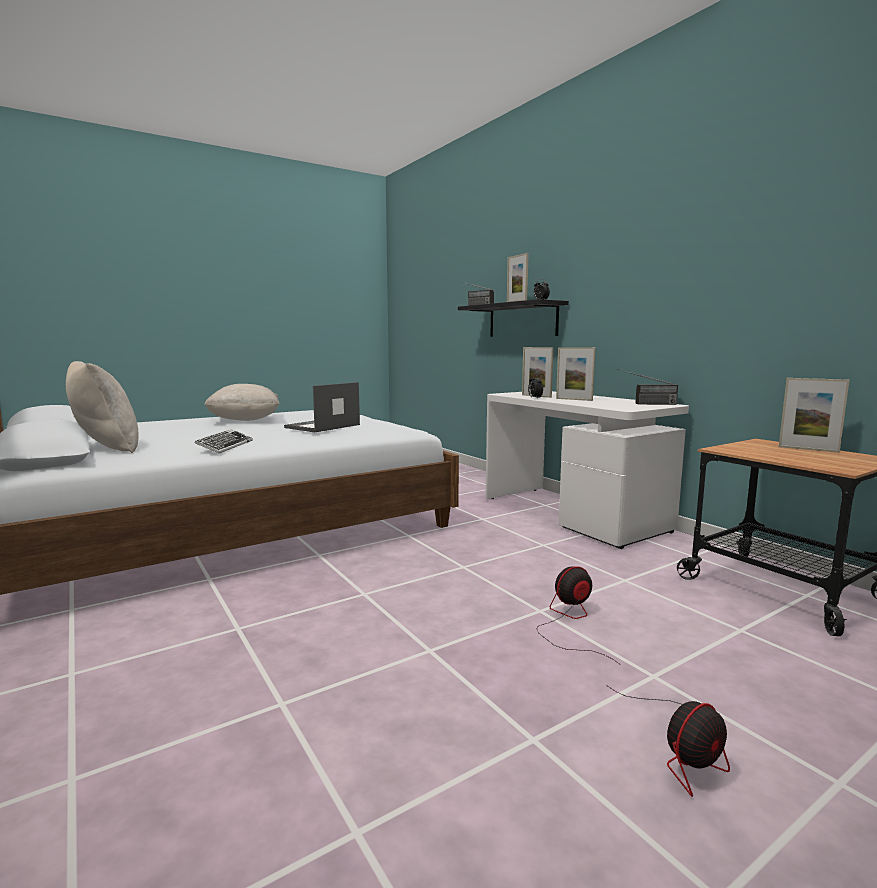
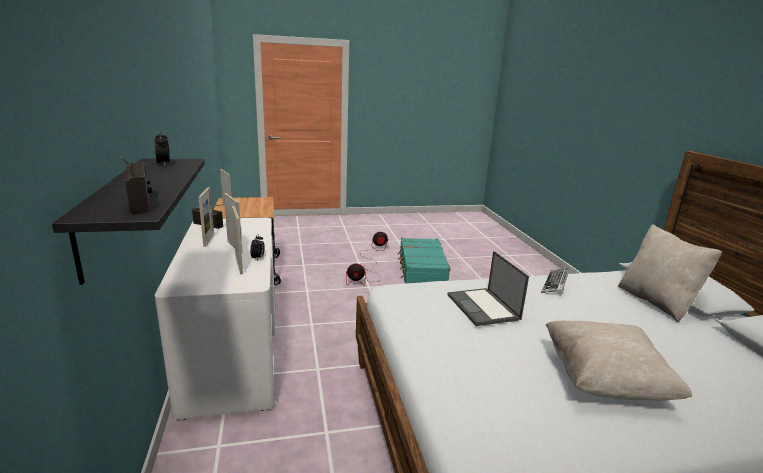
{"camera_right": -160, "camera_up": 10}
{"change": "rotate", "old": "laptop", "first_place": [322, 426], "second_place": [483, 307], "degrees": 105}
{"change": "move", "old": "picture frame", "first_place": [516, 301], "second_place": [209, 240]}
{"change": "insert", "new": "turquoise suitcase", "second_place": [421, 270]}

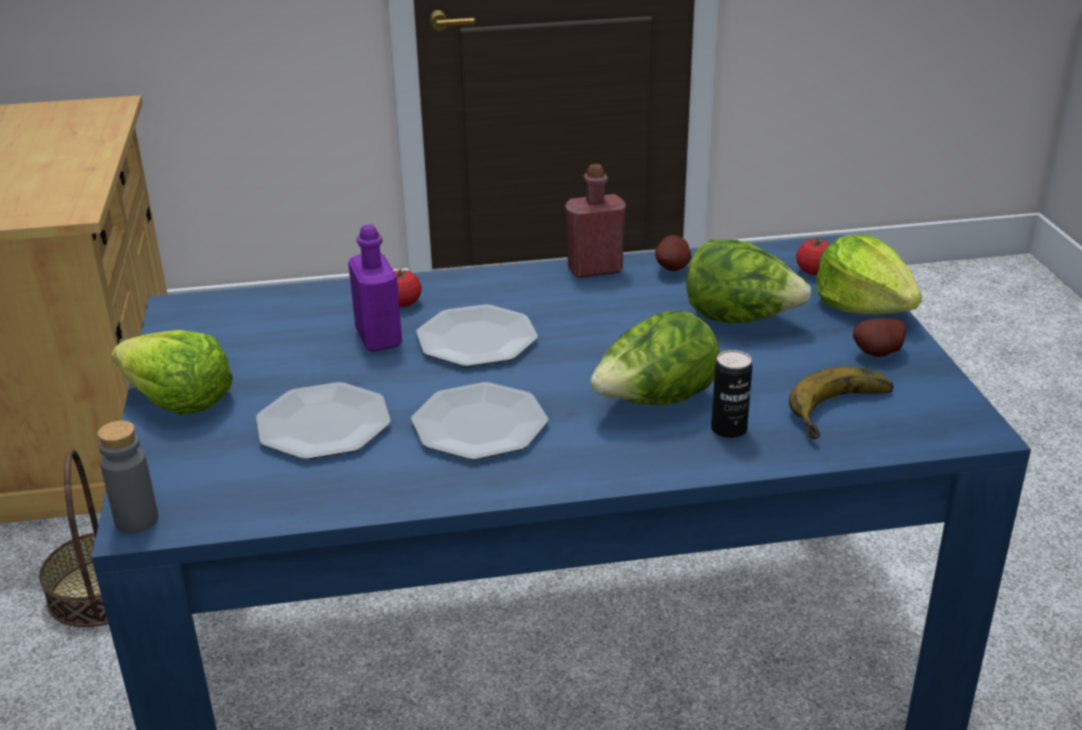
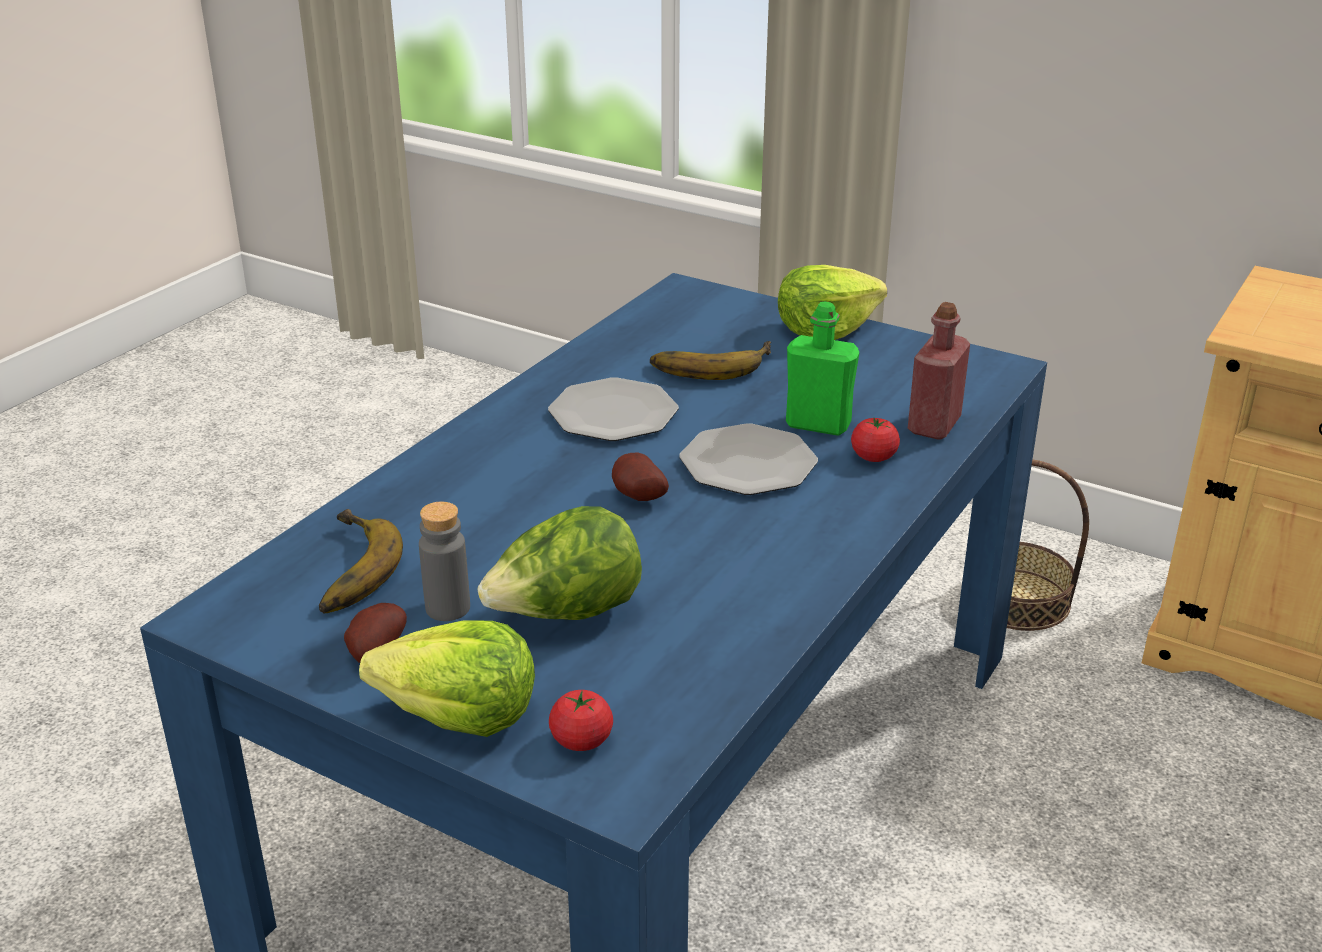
{"camera_right": 130, "camera_up": 0}
{"change": "move", "old": "gray beverage bottle", "first_place": [137, 520], "second_place": [448, 608]}
{"change": "replace", "old": "plate", "new": "whole banana", "first_place": [324, 424], "second_place": [710, 364]}
{"change": "recolor", "old": "purple-coloured beverage bottle", "new": "green-coloured beverage bottle", "first_place": [378, 338], "second_place": [818, 424]}
{"change": "move", "old": "red beverage bottle", "first_place": [595, 269], "second_place": [934, 425]}
{"change": "delete", "old": "lettuce", "first_place": [655, 402]}
{"change": "move", "old": "whole potato", "first_place": [673, 269], "second_place": [637, 497]}
{"change": "delete", "old": "sealed can", "first_place": [728, 429]}

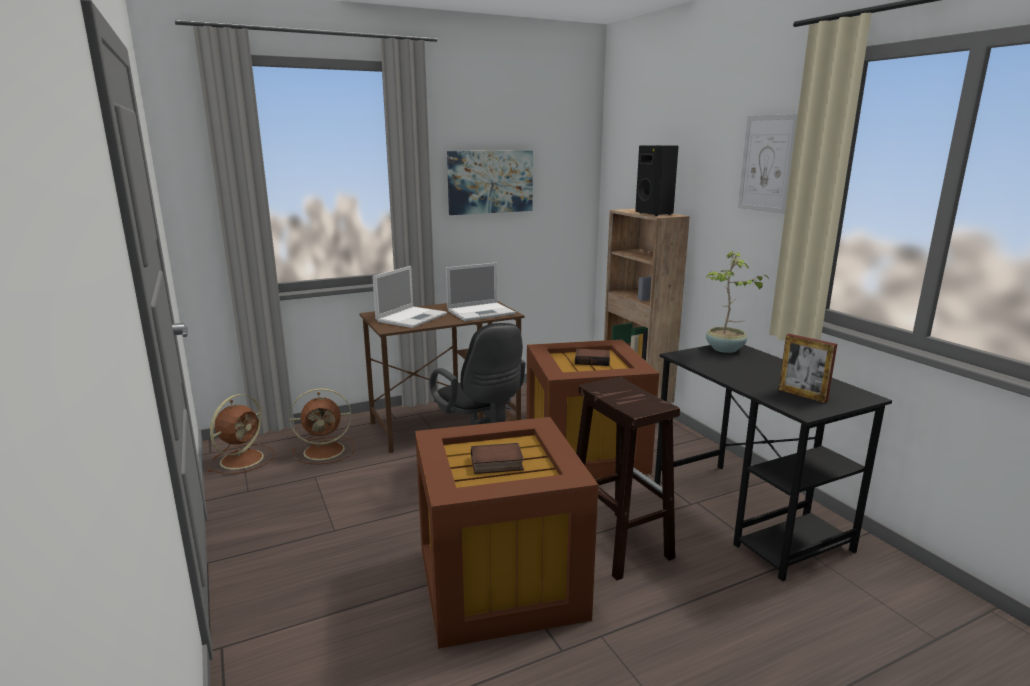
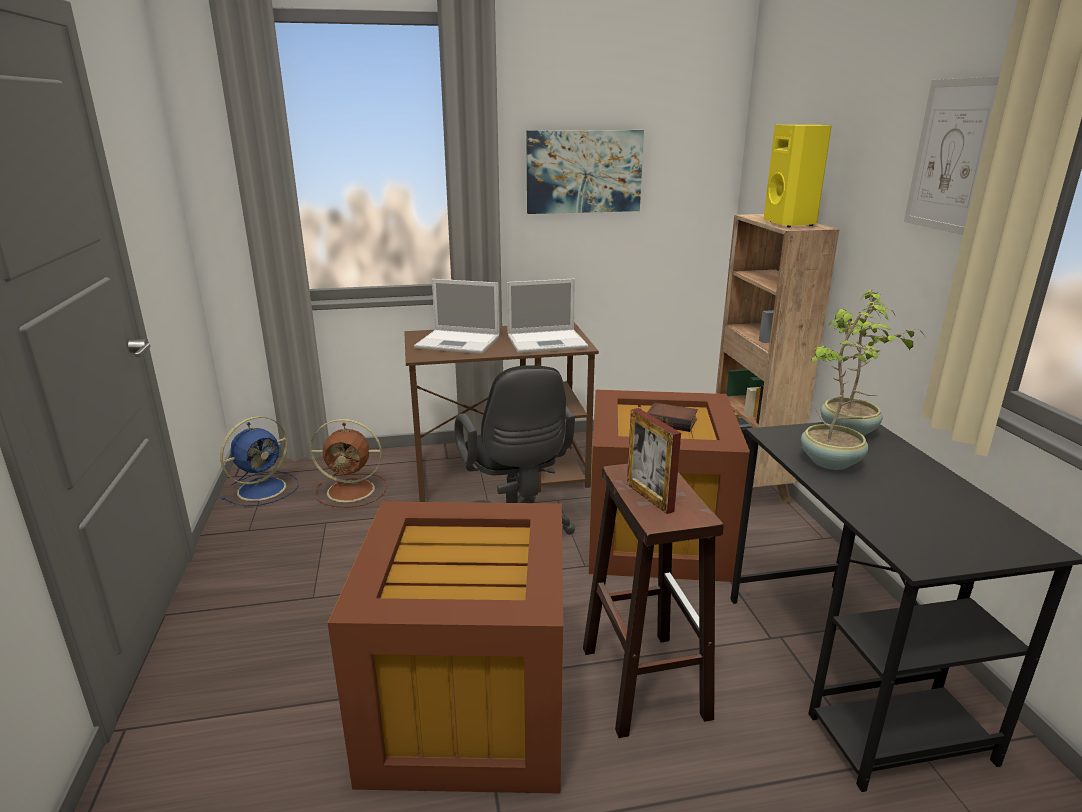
{"camera_right": 15, "camera_up": 5}
{"change": "recolor", "old": "brown-coloured cooling fan", "new": "blue cooling fan", "first_place": [243, 458], "second_place": [264, 488]}
{"change": "rotate", "old": "laptop", "first_place": [412, 317], "second_place": [460, 342], "degrees": 60}
{"change": "delete", "old": "book", "first_place": [496, 464]}
{"change": "recolor", "old": "black-coloured loudspeaker", "new": "yellow loudspeaker", "first_place": [655, 214], "second_place": [791, 224]}
{"change": "move", "old": "picture frame", "first_place": [802, 395], "second_place": [649, 497]}
{"change": "insert", "new": "houseplant", "second_place": [832, 462]}

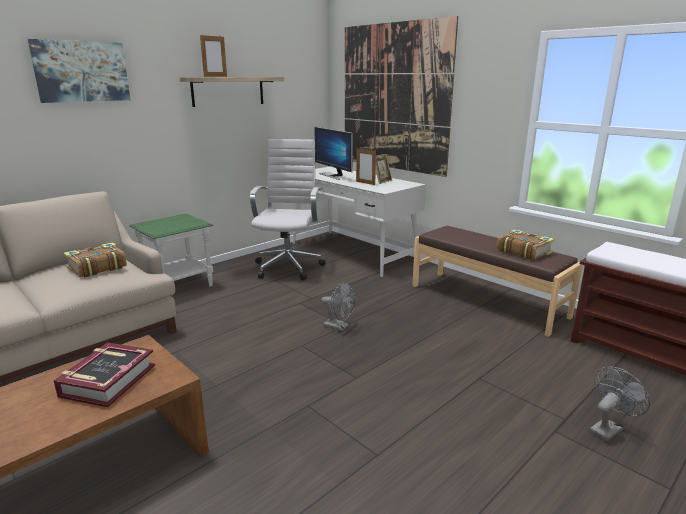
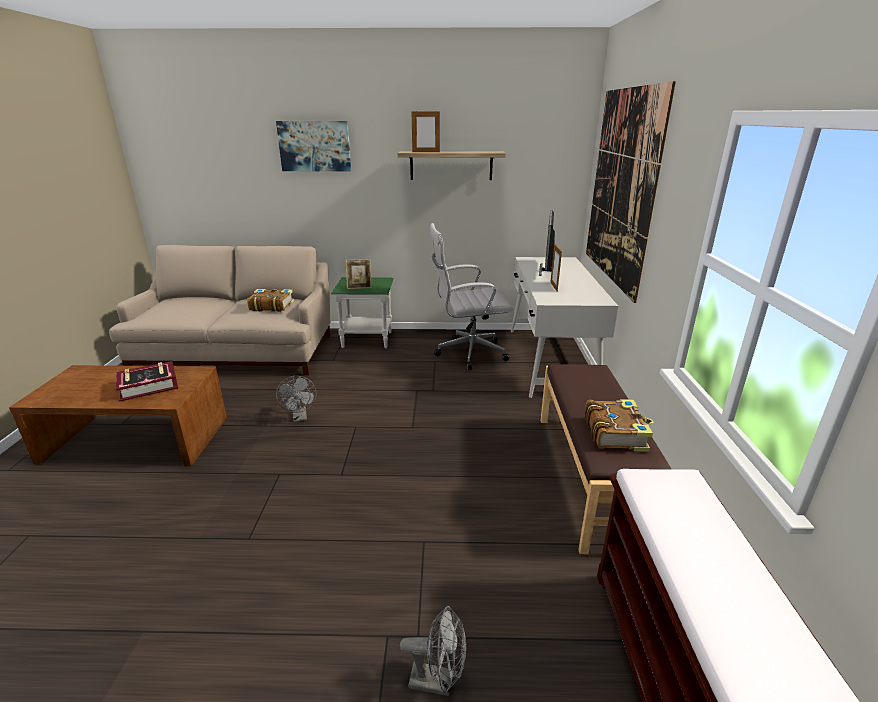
{"camera_right": 45, "camera_up": 5}
{"change": "rotate", "old": "white-coloured office chair", "first_place": [289, 266], "second_place": [468, 353], "degrees": -150}
{"change": "move", "old": "gray cooling fan", "first_place": [339, 327], "second_place": [300, 417]}
{"change": "move", "old": "picture frame", "first_place": [382, 182], "second_place": [359, 287]}

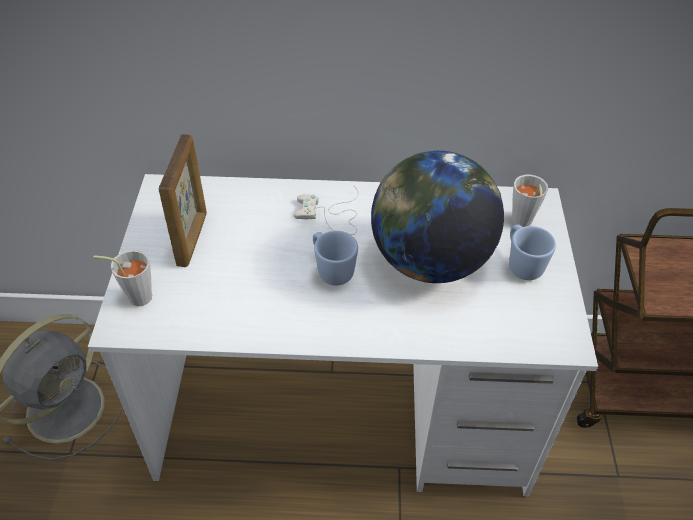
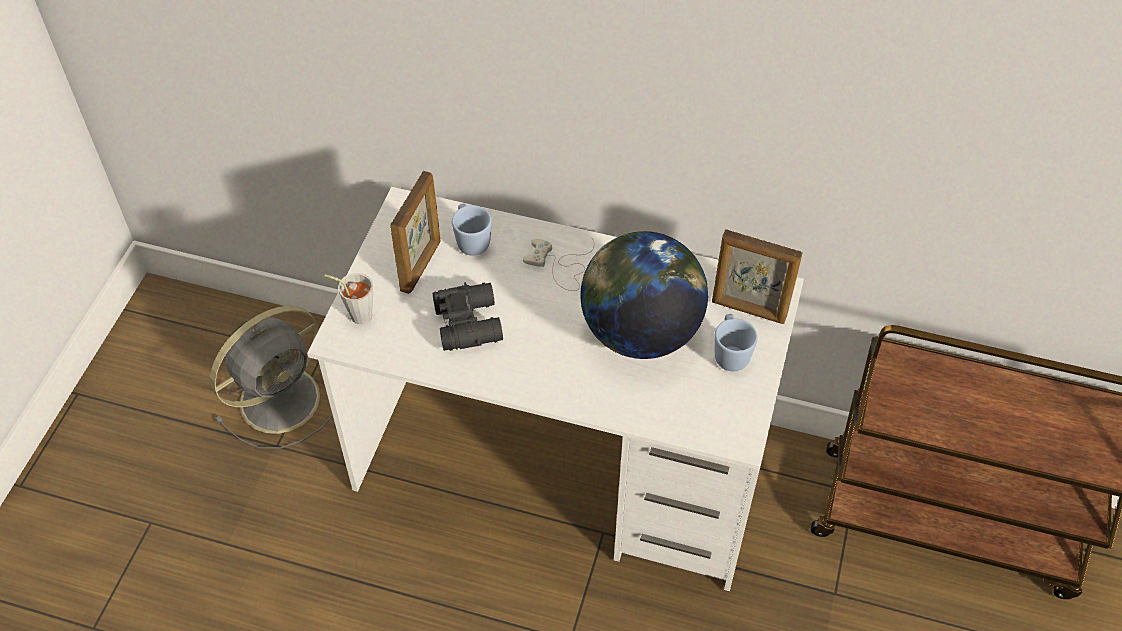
{"camera_right": 15, "camera_up": 5}
{"change": "move", "old": "blue tea mug", "first_place": [331, 270], "second_place": [471, 240]}
{"change": "replace", "old": "gray cup", "new": "picture frame", "first_place": [522, 223], "second_place": [748, 310]}
{"change": "insert", "new": "black-coloured binoculars", "second_place": [469, 322]}

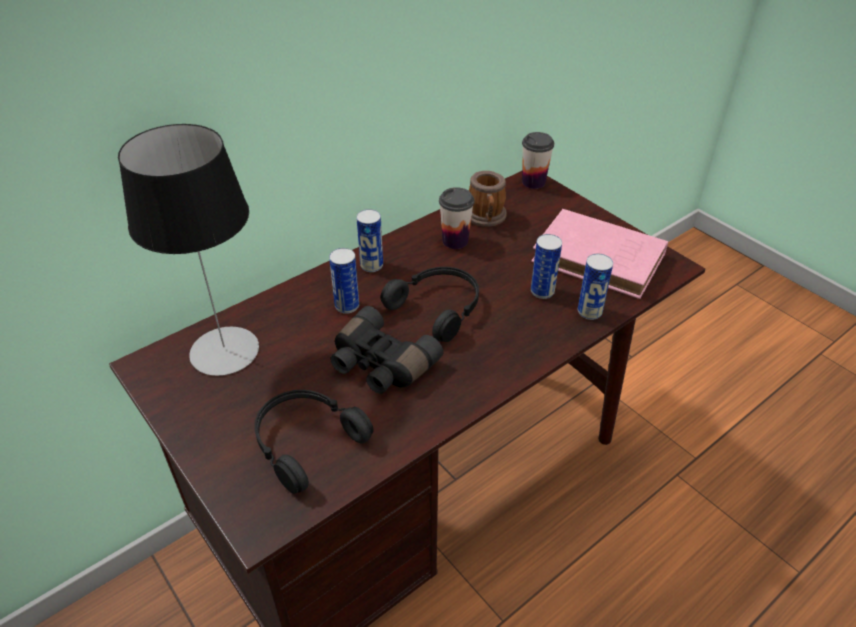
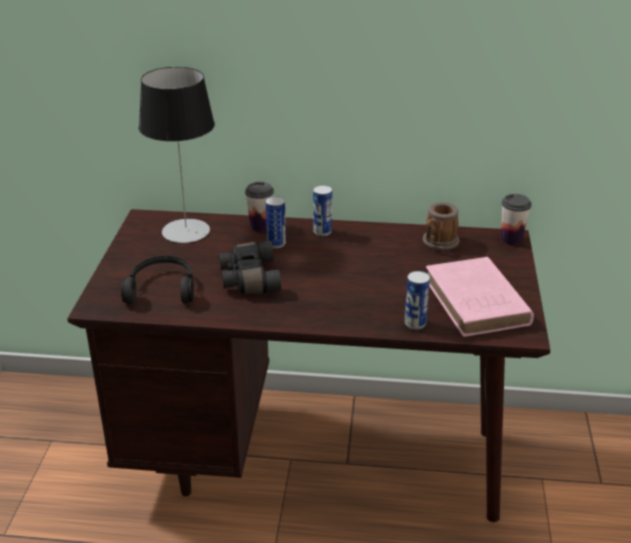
{"camera_right": 45, "camera_up": -10}
{"change": "delete", "old": "black-coloured pair of headphones", "first_place": [438, 308]}
{"change": "move", "old": "cup", "first_place": [455, 241], "second_place": [260, 226]}
{"change": "delete", "old": "sealed can", "first_place": [542, 291]}

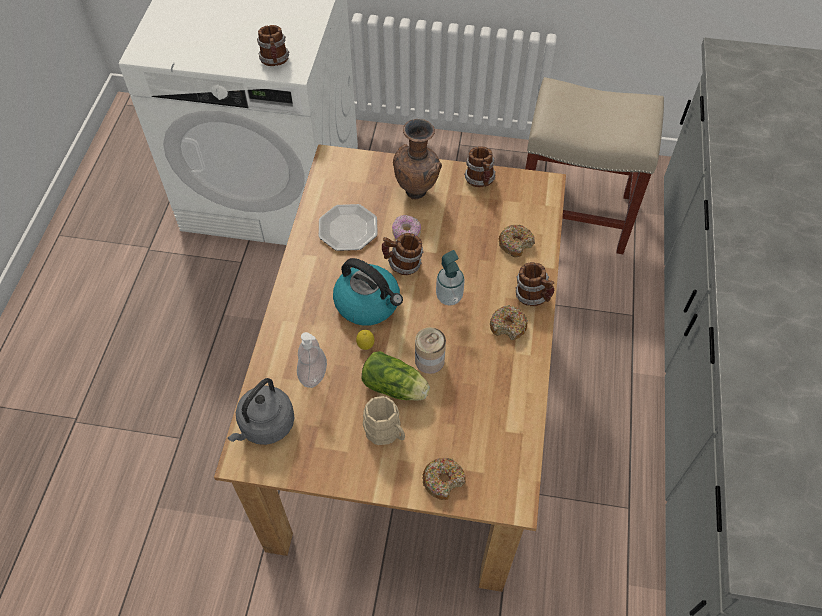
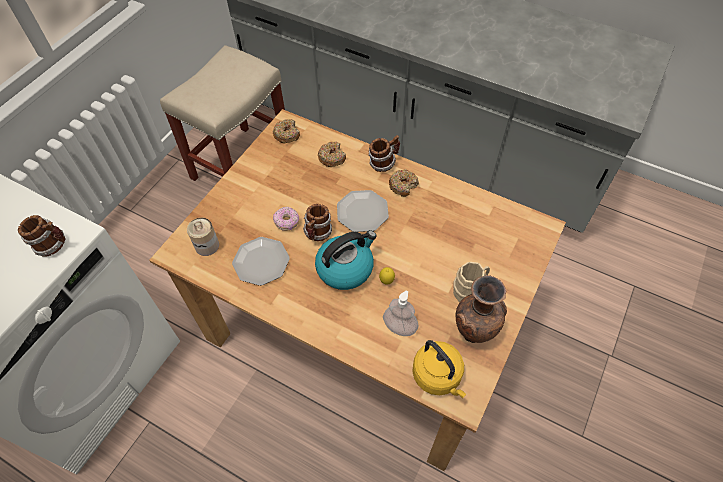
{"camera_right": -70, "camera_up": 0}
{"change": "recolor", "old": "gray kettle", "new": "yellow kettle", "first_place": [265, 426], "second_place": [438, 376]}
{"change": "delete", "old": "lettuce", "first_place": [396, 388]}
{"change": "move", "old": "brown-coloured vase", "first_place": [417, 192], "second_place": [473, 332]}
{"change": "move", "old": "sealed can", "first_place": [429, 360], "second_place": [207, 245]}
{"change": "move", "old": "donut", "first_place": [443, 480], "second_place": [287, 134]}
{"change": "replace", "old": "soap dispenser", "new": "plate", "first_place": [449, 296], "second_place": [362, 212]}
{"change": "delete", "old": "tea mug", "first_place": [480, 181]}

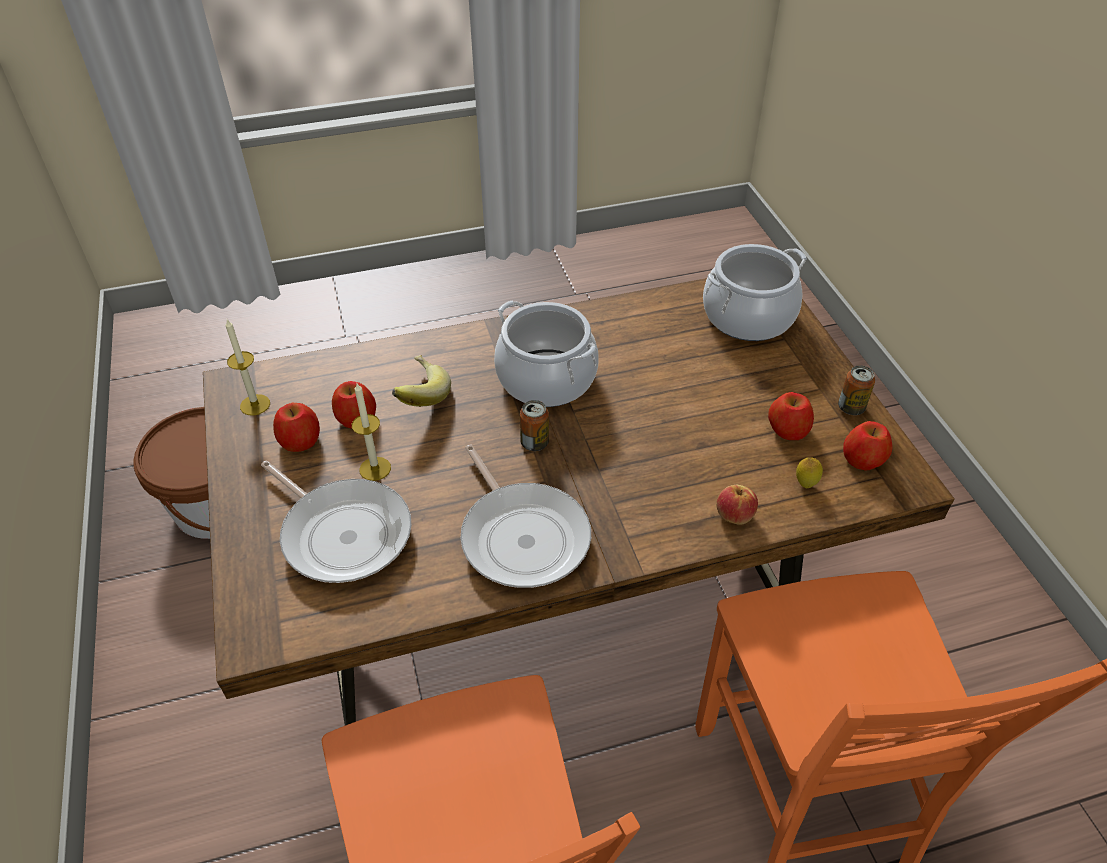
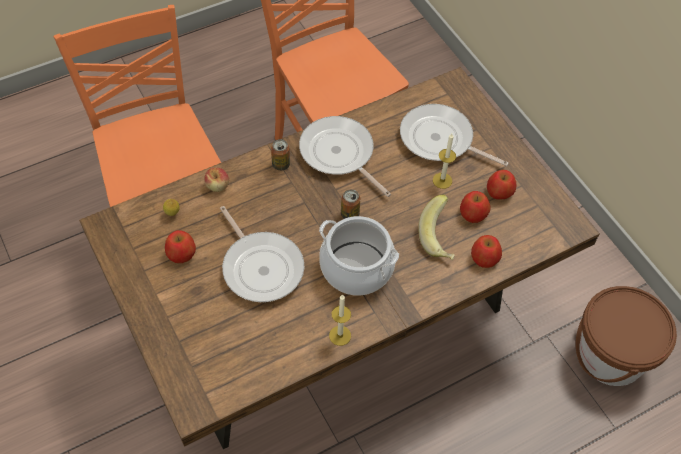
{"camera_right": 165, "camera_up": 10}
{"change": "move", "old": "candle", "first_place": [255, 405], "second_place": [340, 335]}
{"change": "delete", "old": "stockpot", "first_place": [748, 316]}
{"change": "move", "old": "sealed can", "first_place": [851, 407], "second_place": [281, 164]}
{"change": "move", "old": "whole apple", "first_place": [863, 459], "second_place": [484, 257]}
{"change": "insert", "new": "frying pan", "second_place": [261, 266]}

